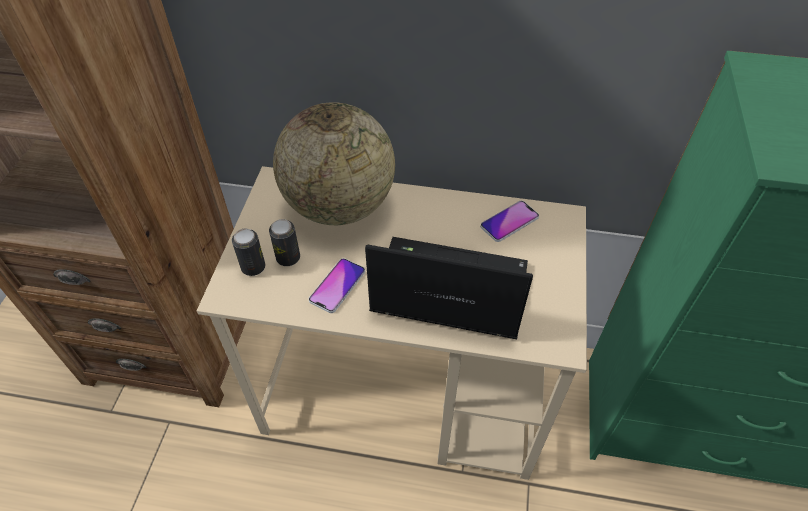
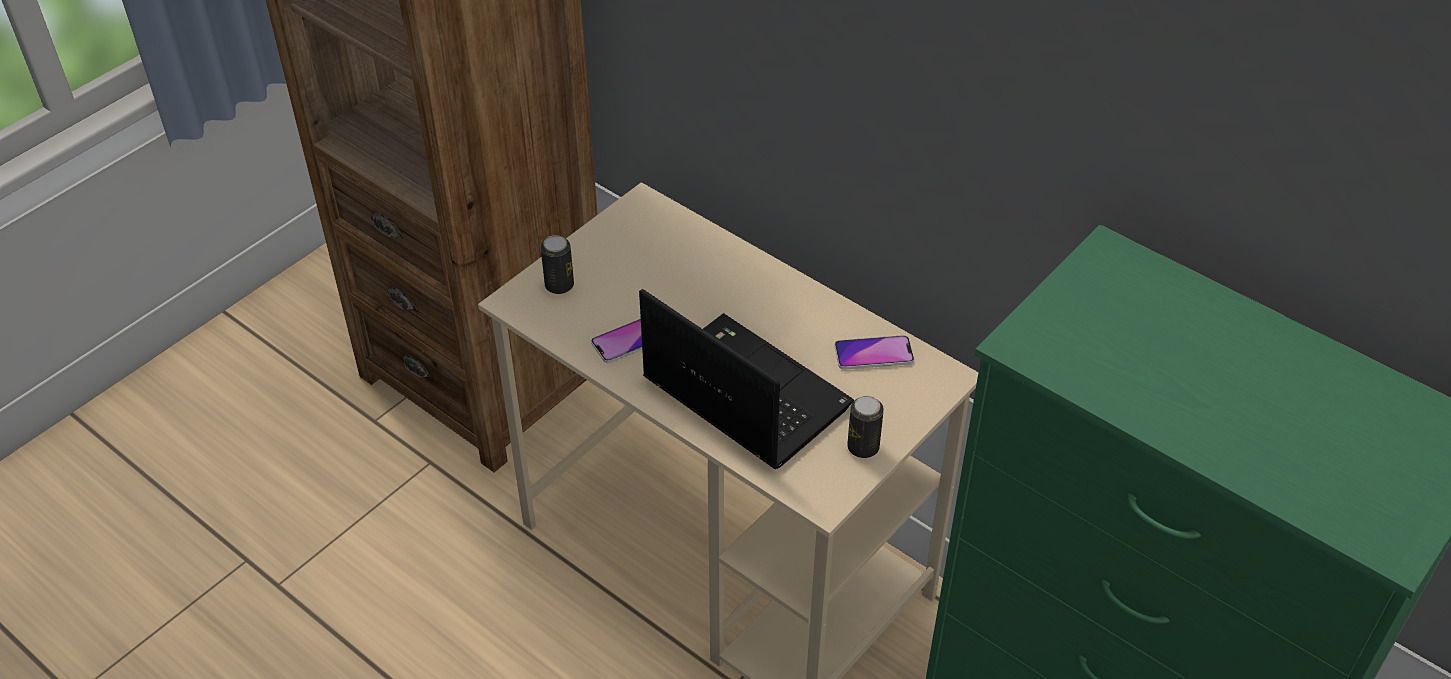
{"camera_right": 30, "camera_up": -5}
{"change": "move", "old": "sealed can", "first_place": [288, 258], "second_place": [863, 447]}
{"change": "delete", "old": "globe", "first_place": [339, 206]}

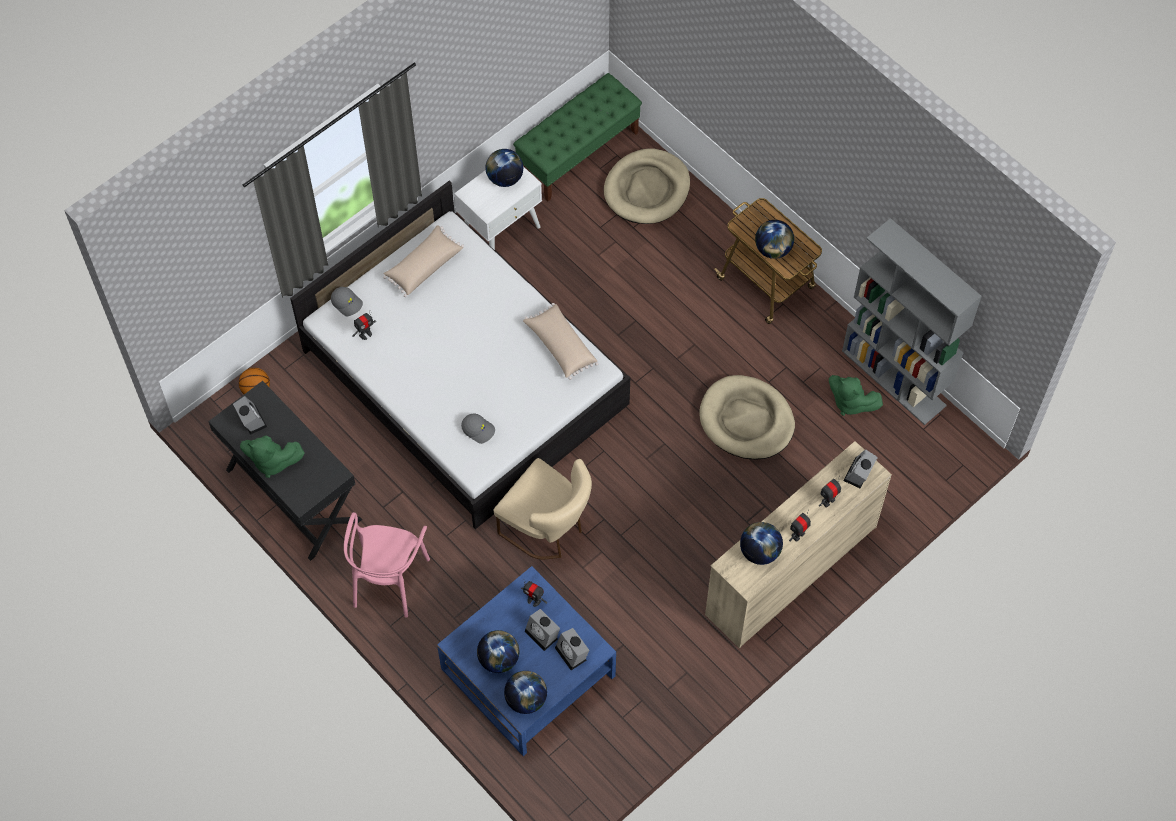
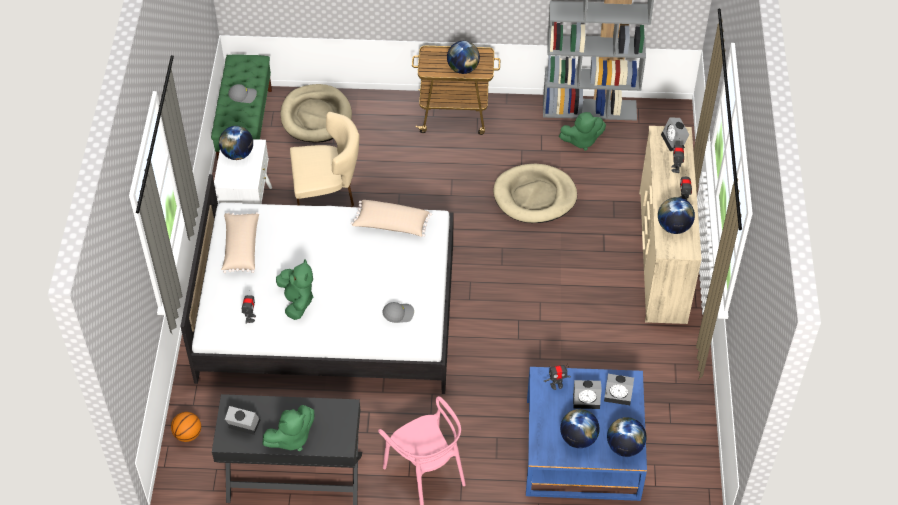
{"camera_right": -45, "camera_up": -10}
{"change": "move", "old": "gray peaked cap", "first_place": [347, 303], "second_place": [243, 95]}
{"change": "move", "old": "beige plain chair", "first_place": [547, 529], "second_place": [328, 197]}
{"change": "insert", "new": "green-coloured soft toy", "second_place": [297, 301]}

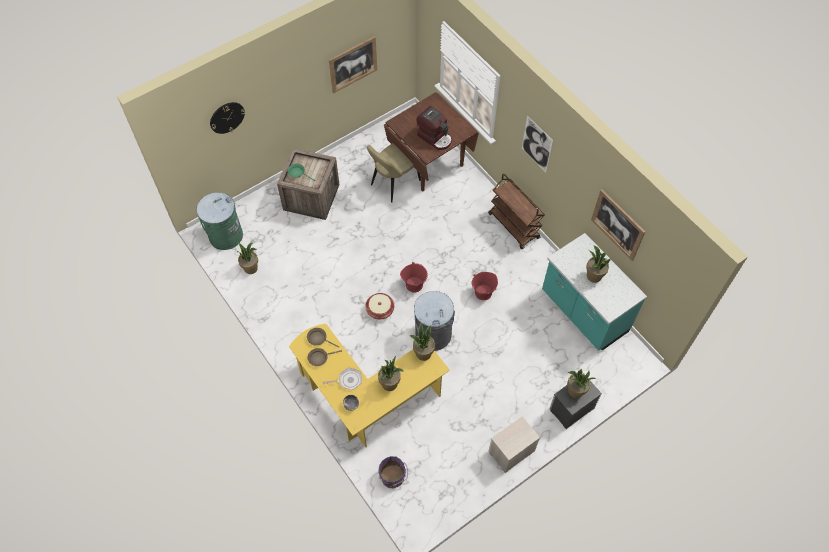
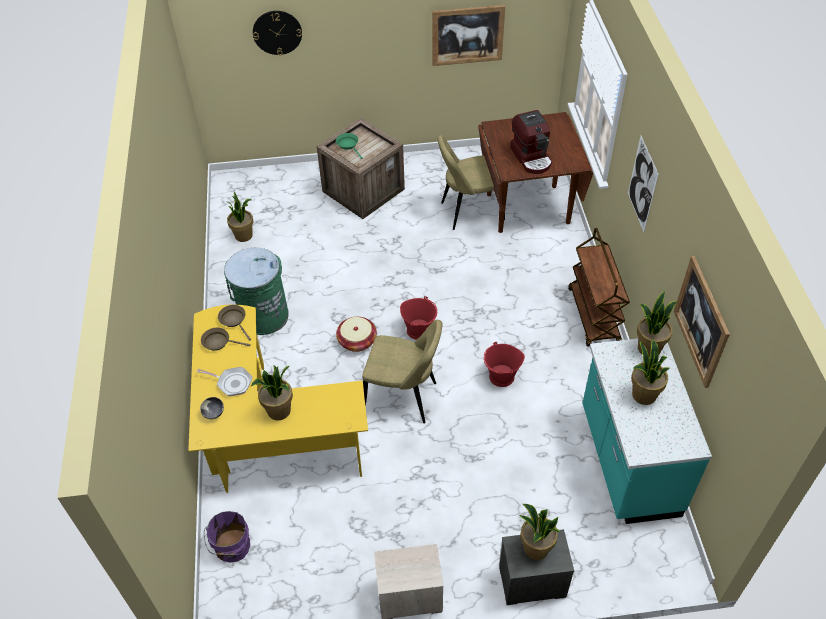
{"camera_right": 30, "camera_up": -10}
{"change": "move", "old": "green-coloured waste bin", "first_place": [225, 235], "second_place": [263, 316]}
{"change": "move", "old": "houseplant", "first_place": [423, 353], "second_place": [648, 348]}
{"change": "replace", "old": "gray waste bin", "new": "beige plain chair", "first_place": [433, 334], "second_place": [404, 397]}

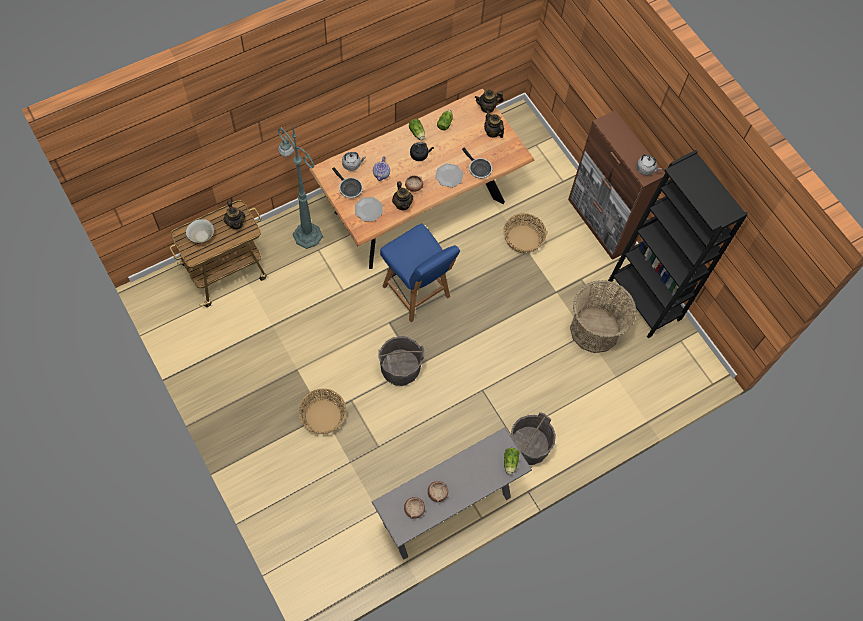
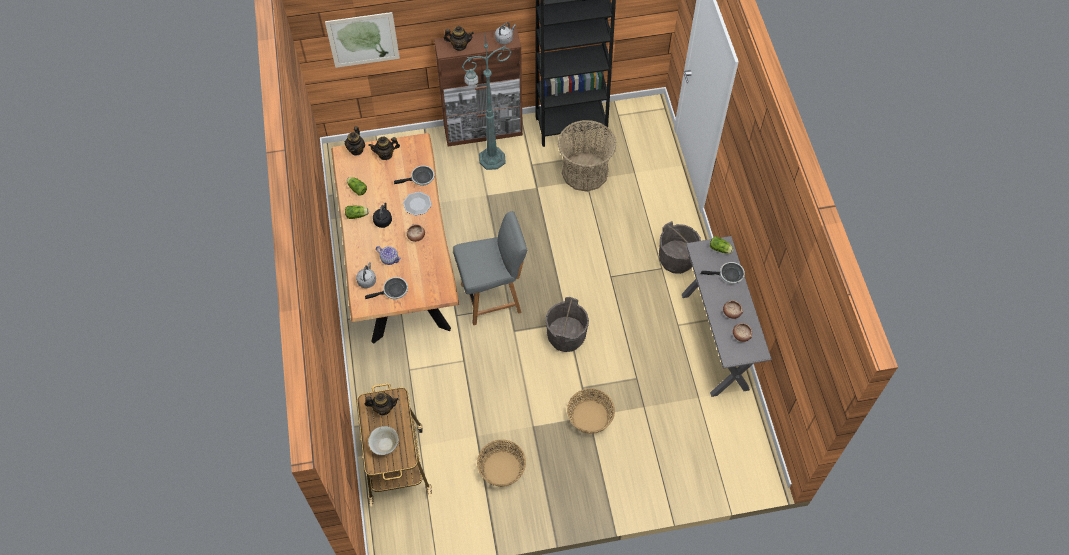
{"camera_right": -65, "camera_up": -5}
{"change": "move", "old": "green-coloured standing lamp", "first_place": [306, 234], "second_place": [490, 159]}
{"change": "delete", "old": "plate", "first_place": [368, 209]}
{"change": "recolor", "old": "blue plain chair", "new": "gray plain chair", "first_place": [417, 293], "second_place": [492, 298]}
{"change": "move", "old": "tea pot", "first_place": [402, 204], "second_place": [459, 45]}
{"change": "move", "old": "storage basket", "first_place": [522, 239], "second_place": [501, 469]}
{"change": "insert", "new": "wall art", "second_place": [363, 39]}
{"change": "insert", "new": "frying pan", "second_place": [729, 275]}

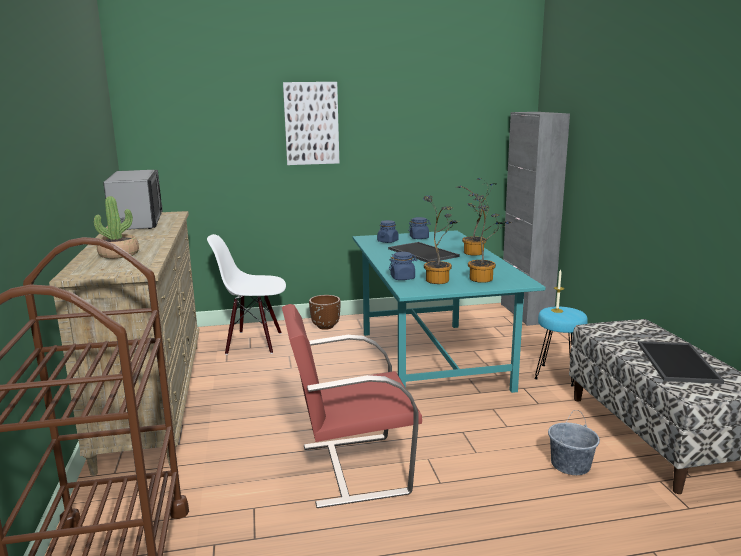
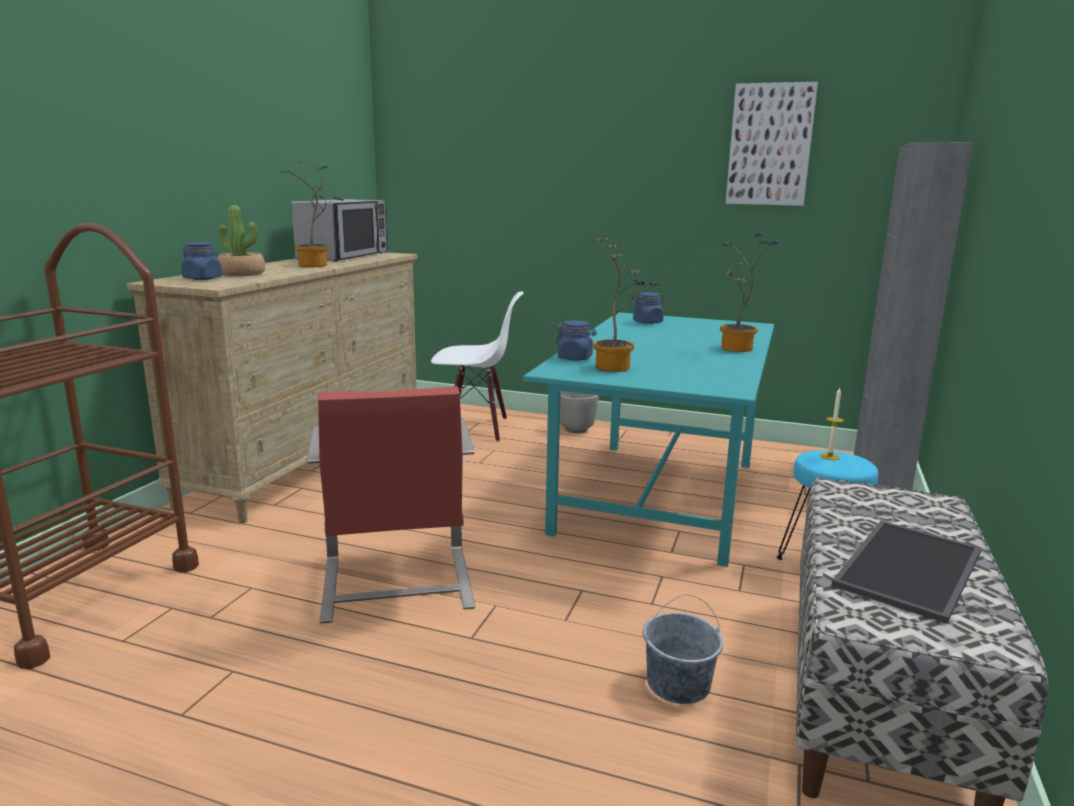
{"camera_right": 30, "camera_up": 0}
{"change": "rotate", "old": "white-coloured plain chair", "first_place": [254, 343], "second_place": [476, 429], "degrees": 150}
{"change": "rotate", "old": "red plain chair", "first_place": [351, 468], "second_place": [396, 585], "degrees": -120}
{"change": "move", "old": "wall art", "first_place": [311, 123], "second_place": [770, 145]}
{"change": "recolor", "old": "brown-coloured plant pot", "new": "gray plant pot", "first_place": [325, 326], "second_place": [576, 430]}
{"change": "delete", "old": "serving tray", "first_place": [421, 253]}
{"change": "move", "old": "blue preserve jar", "first_place": [419, 238], "second_place": [203, 278]}
{"change": "move", "old": "houseplant", "first_place": [484, 279], "second_place": [316, 265]}

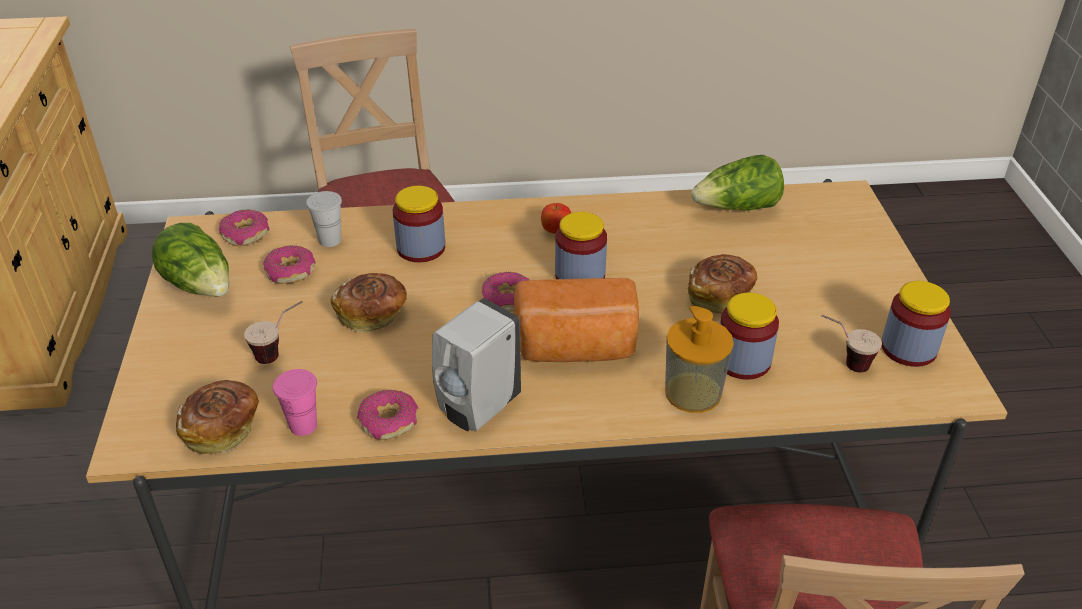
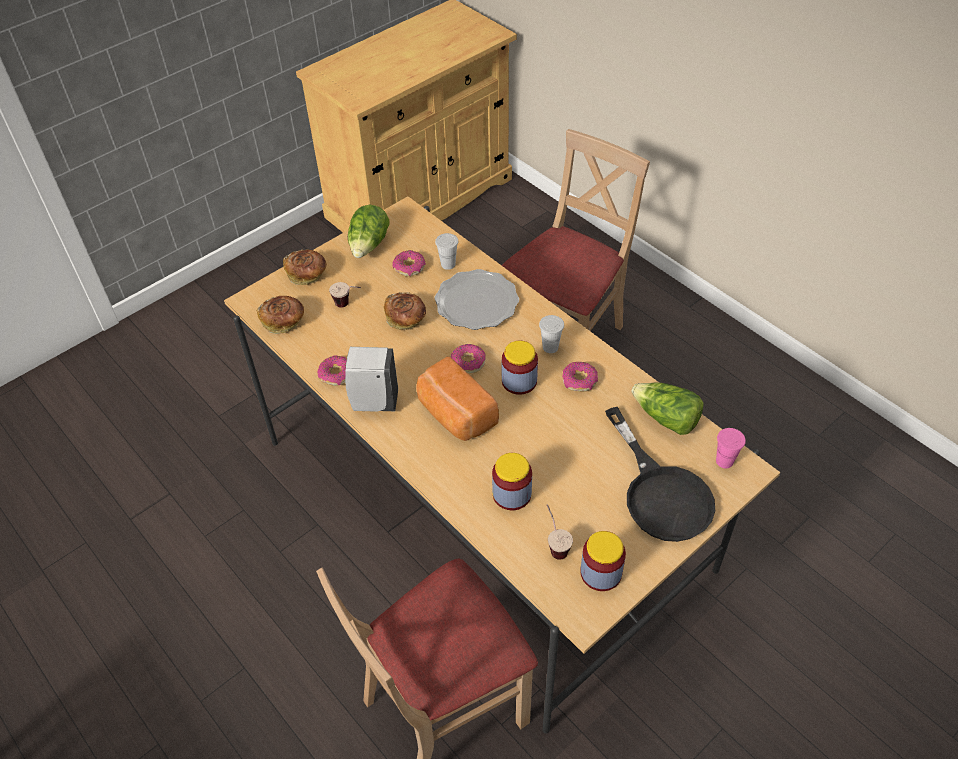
{"camera_right": 55, "camera_up": 10}
{"change": "move", "old": "donut", "first_place": [246, 234], "second_place": [579, 381]}
{"change": "move", "old": "pink cup", "first_place": [303, 426], "second_place": [724, 461]}
{"change": "replace", "old": "preserve jar", "new": "plate", "first_place": [421, 248], "second_place": [477, 302]}
{"change": "replace", "old": "whole apple", "new": "white-coloured cup", "first_place": [555, 231], "second_place": [550, 347]}
{"change": "delete", "old": "soap dispenser", "first_place": [693, 392]}
{"change": "move", "old": "bakery bread", "first_place": [719, 296], "second_place": [307, 274]}
{"change": "insert", "new": "black-coloured frying pan", "second_place": [660, 493]}

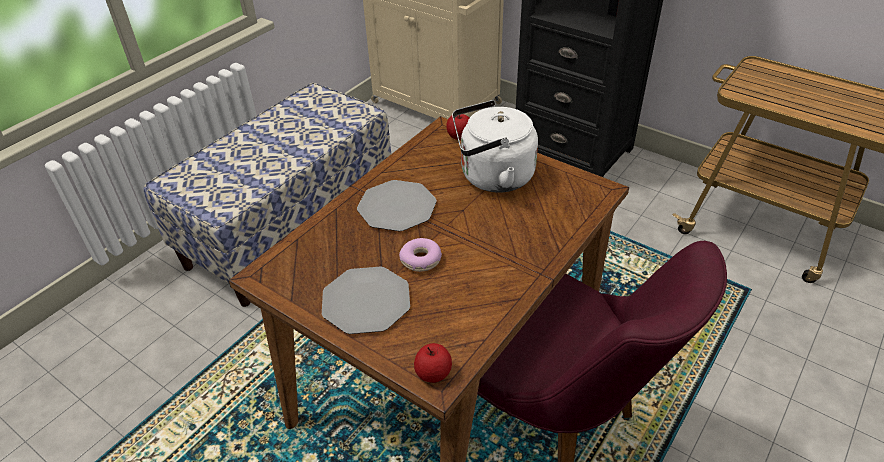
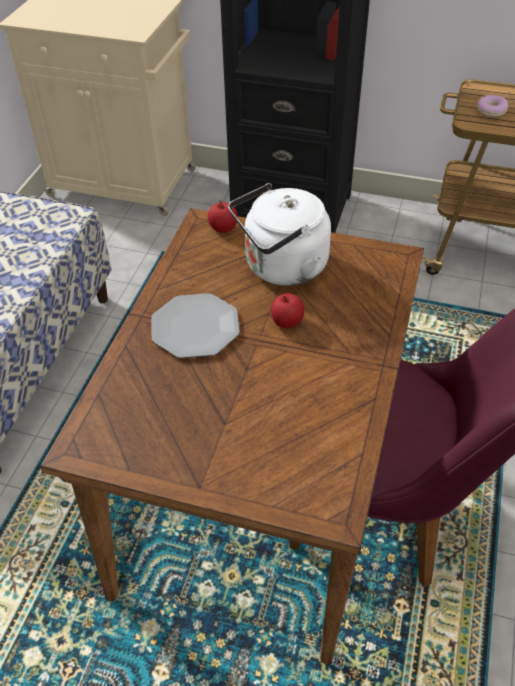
{"camera_right": -20, "camera_up": 5}
{"change": "delete", "old": "plate", "first_place": [366, 301]}
{"change": "move", "old": "donut", "first_place": [421, 260], "second_place": [491, 111]}
{"change": "move", "old": "whole apple", "first_place": [433, 373], "second_place": [287, 321]}

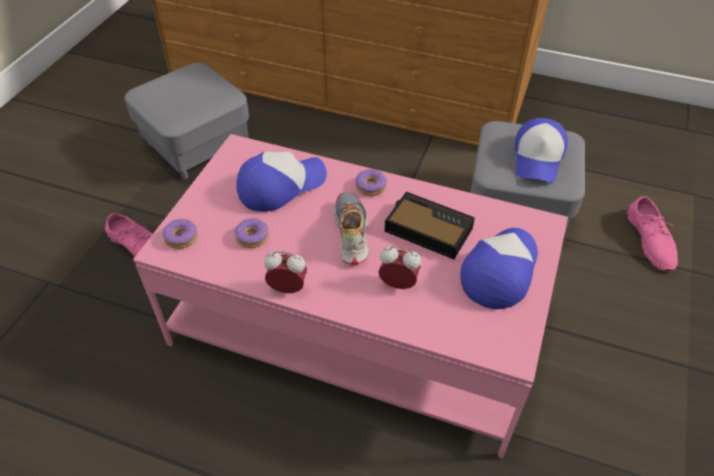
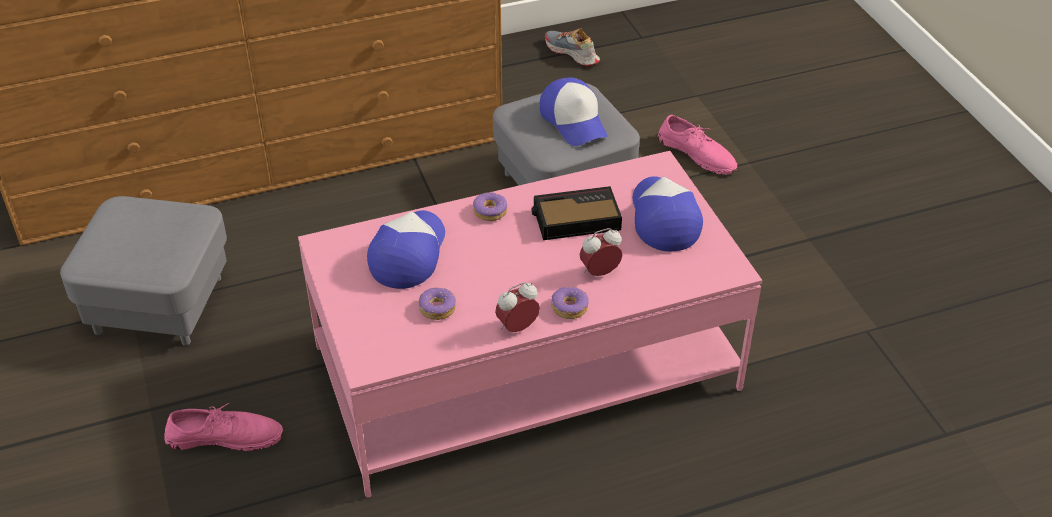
{"camera_right": -40, "camera_up": -5}
{"change": "move", "old": "donut", "first_place": [181, 237], "second_place": [569, 307]}
{"change": "move", "old": "shoe", "first_place": [350, 233], "second_place": [572, 53]}

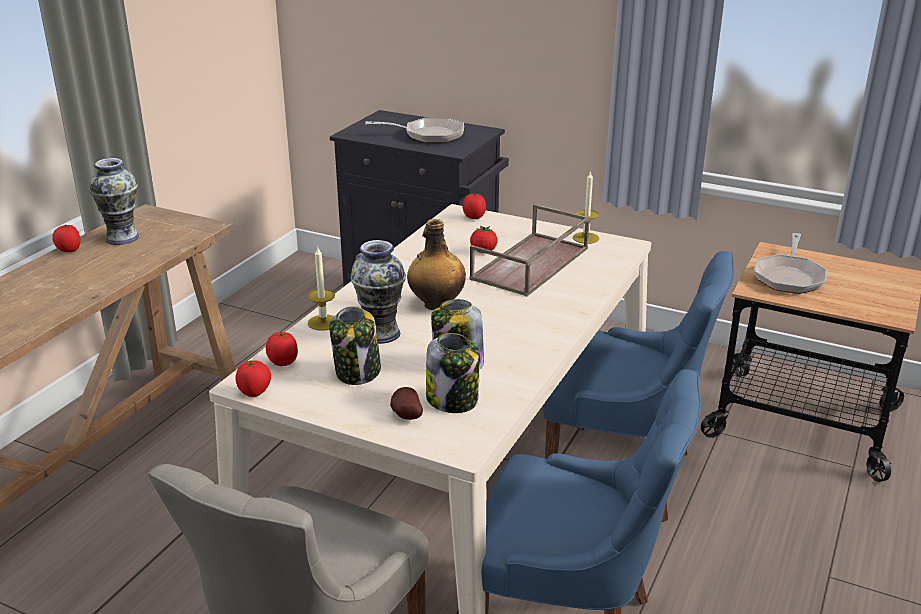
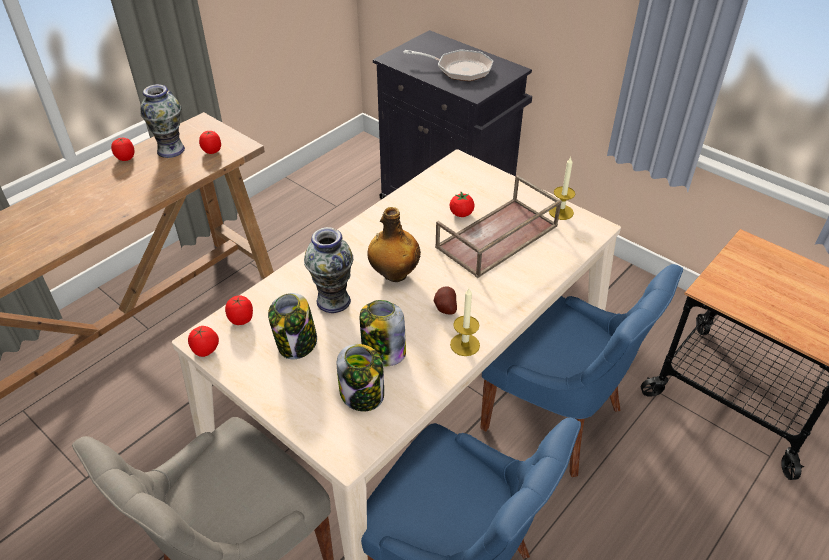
{"camera_right": 15, "camera_up": 15}
{"change": "move", "old": "candle", "first_place": [323, 322], "second_place": [465, 344]}
{"change": "move", "old": "whole potato", "first_place": [405, 416], "second_place": [444, 308]}
{"change": "move", "old": "whole tomato", "first_place": [474, 217], "second_place": [212, 151]}
{"change": "delete", "old": "frying pan", "first_place": [789, 277]}

